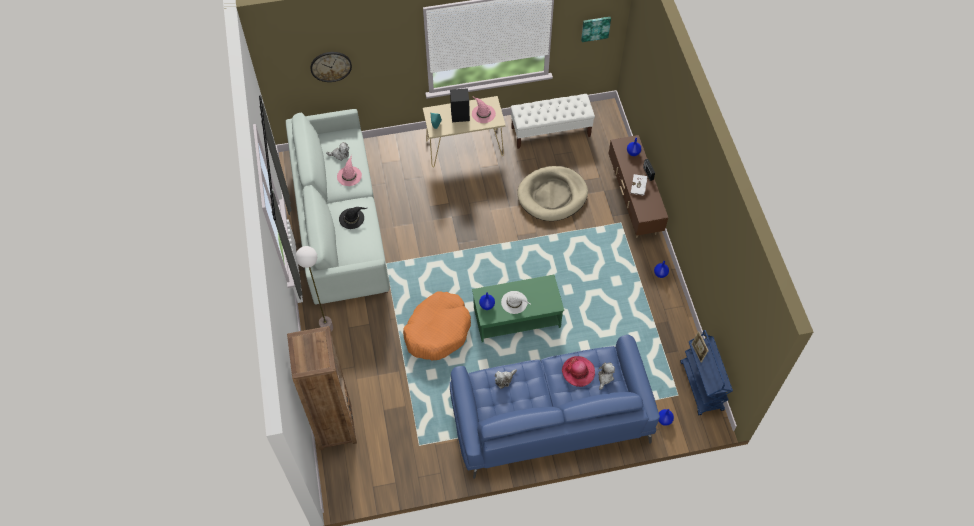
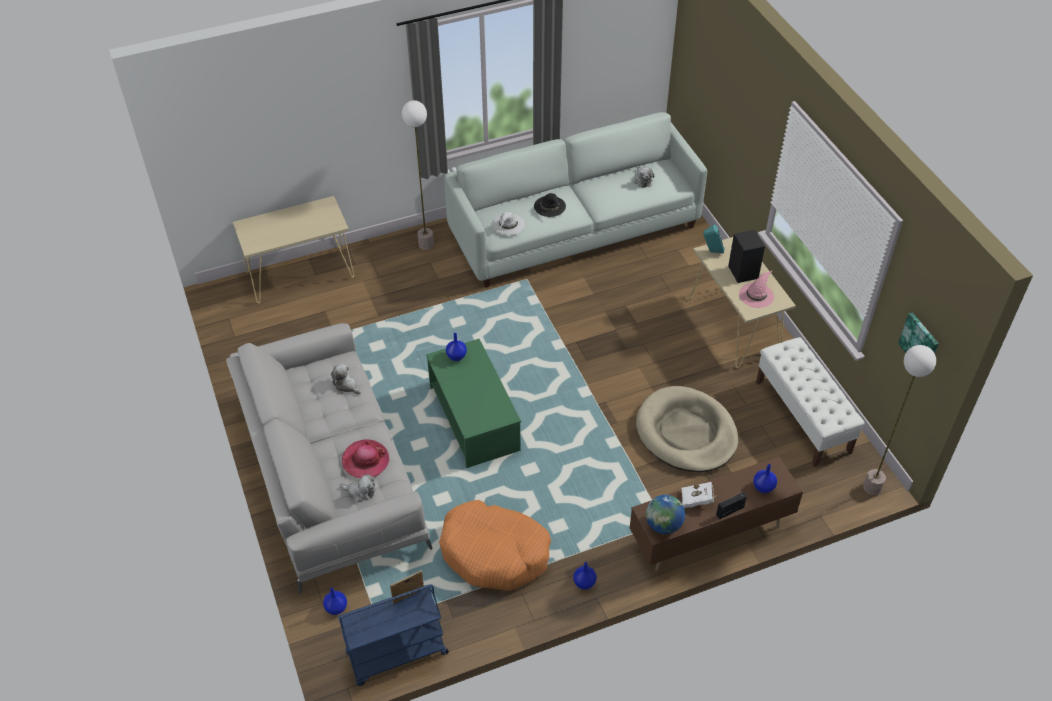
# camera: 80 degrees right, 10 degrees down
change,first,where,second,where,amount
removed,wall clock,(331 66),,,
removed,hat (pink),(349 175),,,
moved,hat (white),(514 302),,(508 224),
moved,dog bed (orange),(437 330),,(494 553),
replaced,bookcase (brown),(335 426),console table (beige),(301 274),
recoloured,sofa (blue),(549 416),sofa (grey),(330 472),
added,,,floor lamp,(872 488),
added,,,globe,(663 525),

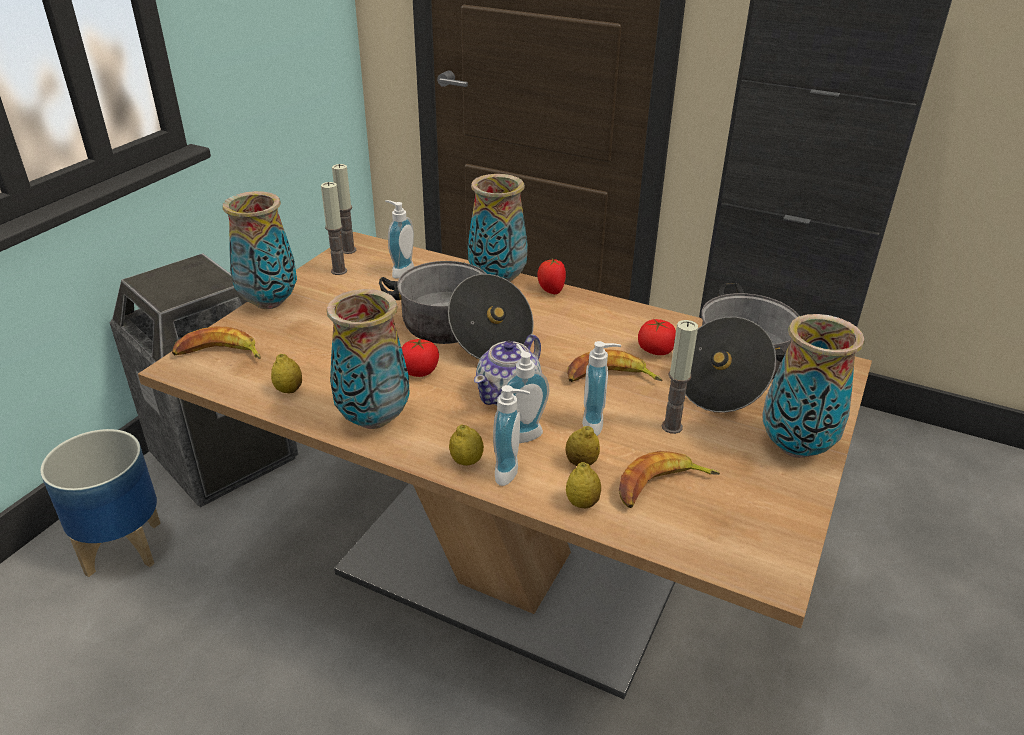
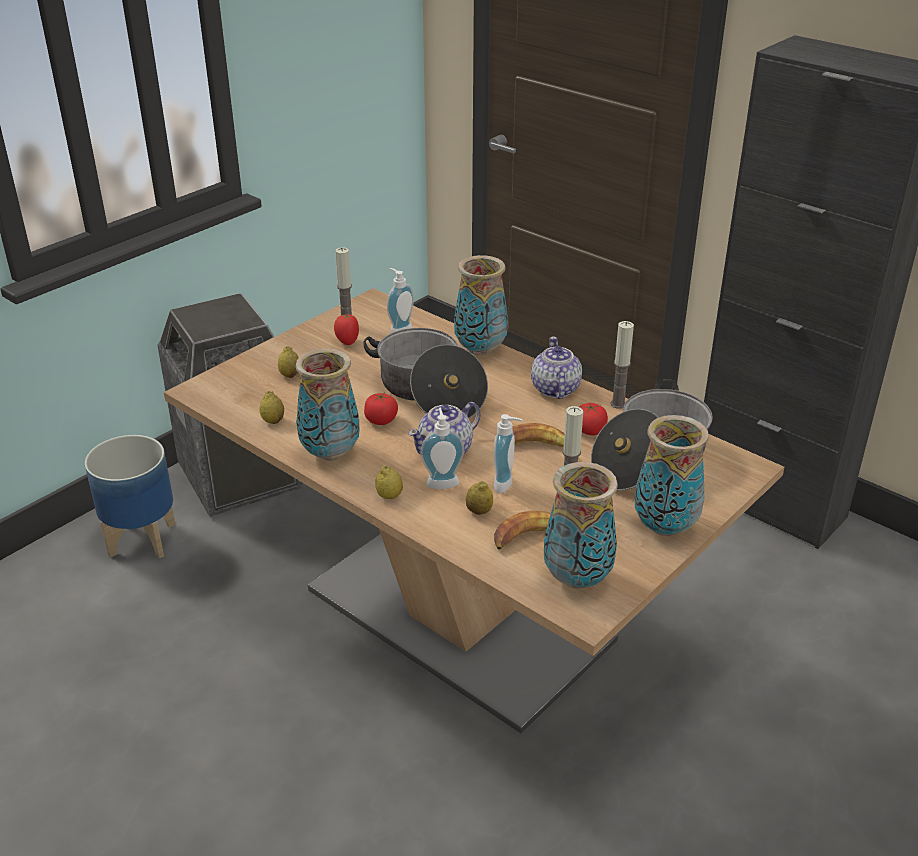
# camera: 15 degrees right, 0 degrees up
change,first,where,second,where,amount
moved,candle,(348 250),,(618 404),
moved,vase,(269 303),,(577 579),
moved,tomato,(550 291),,(347 342),
removed,banana,(219 354),,,
removed,soap dispenser,(511 473),,,
moved,lemon,(582 503),,(290 375),
added,,,teapot,(555 389),

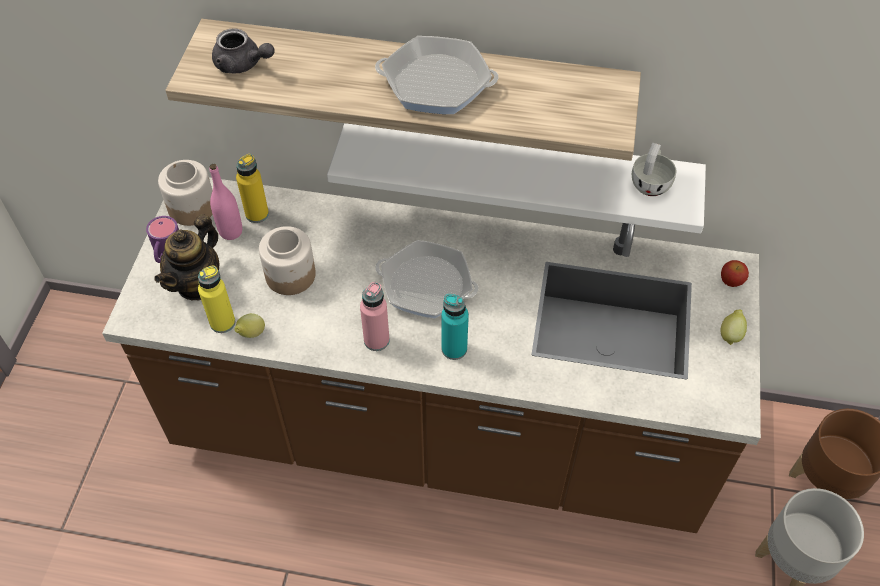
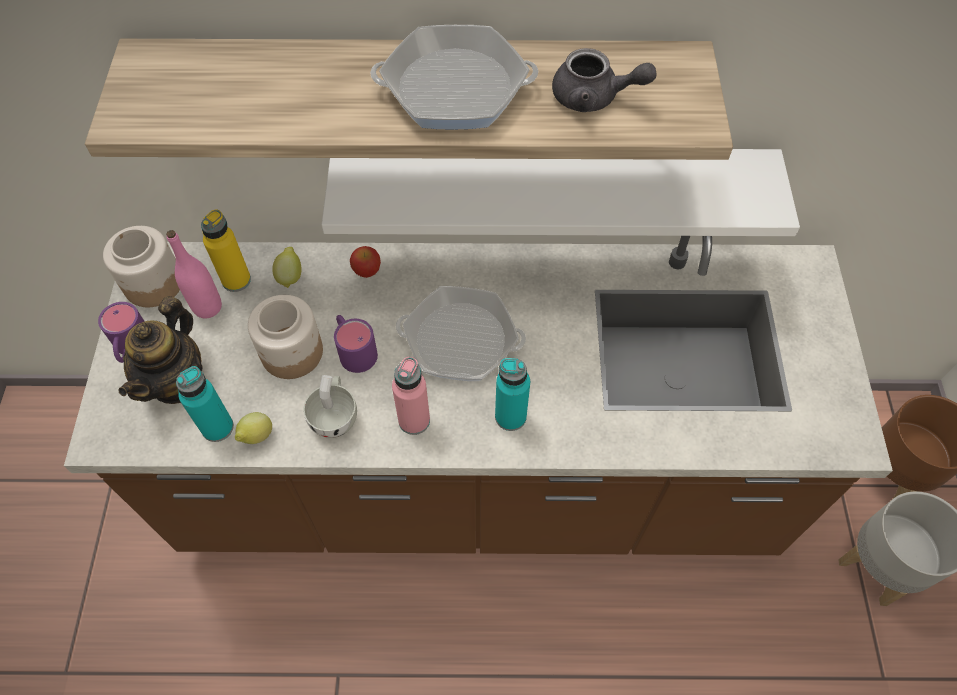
# camera: 10 degrees left, 5 degrees up
change,first,where,second,where,amount
moved,teapot (grey),(242 64),,(594 98),
moved,cup (white),(650 182),,(335 415),
moved,apple,(731 281),,(367 271),
recoloured,bottle (yellow),(222 322),bottle (turquoise),(217 427),
moved,lemon,(730 334),,(290 276),
added,,,mug (purple),(354 349),

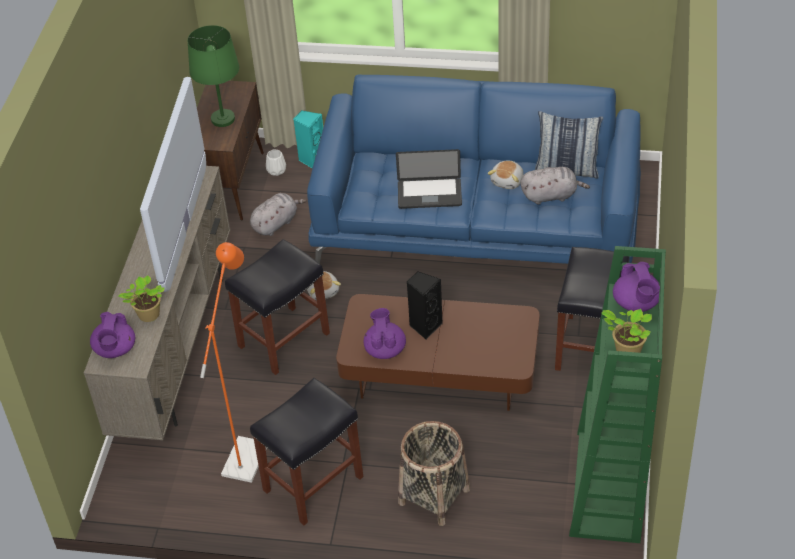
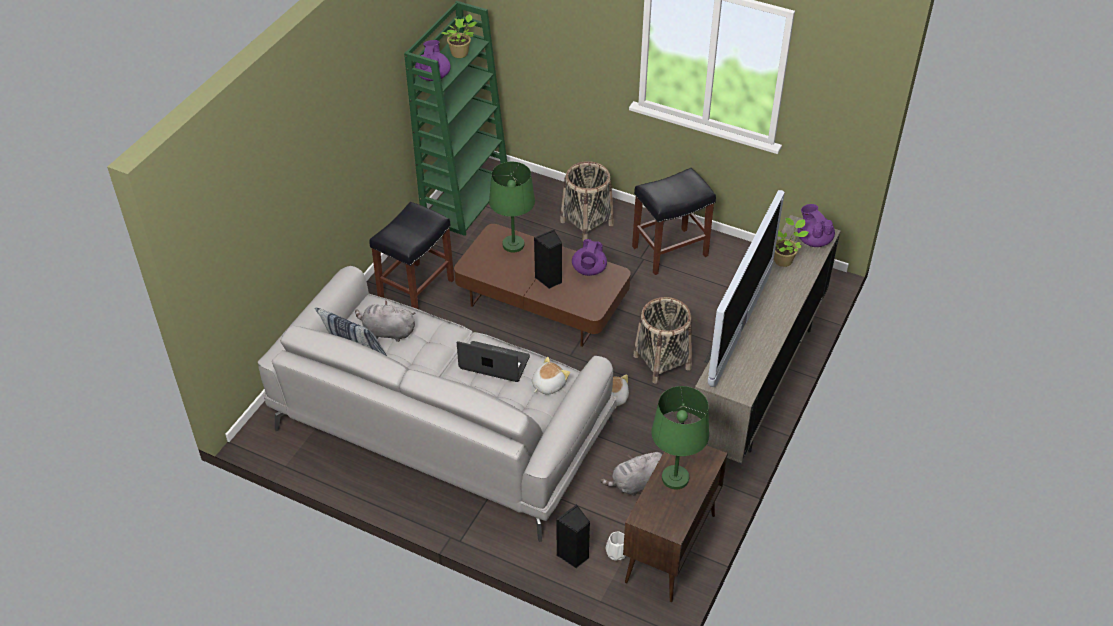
# camera: 165 degrees left, 0 degrees up
change,first,where,second,where,amount
recoloured,sofa (blue),(478 222),sofa (grey),(441 425),
recoloured,speaker (turquoise),(312 159),speaker (black),(573 555),
moved,plush toy,(508 181),,(548 385),
replaced,stool (black),(283 341),basket,(662 362),
removed,floor lamp (orange),(248 452),,,
turned,teapot (purple),(115 350),,(813 240),45 degrees counterclockwise
added,,,table lamp (green),(513 245),

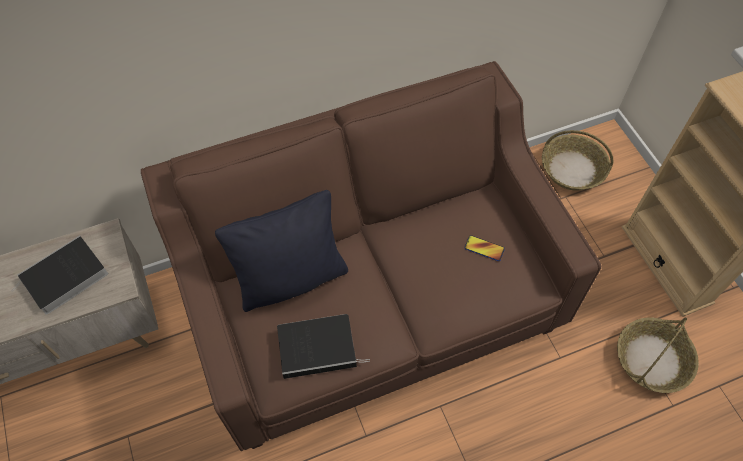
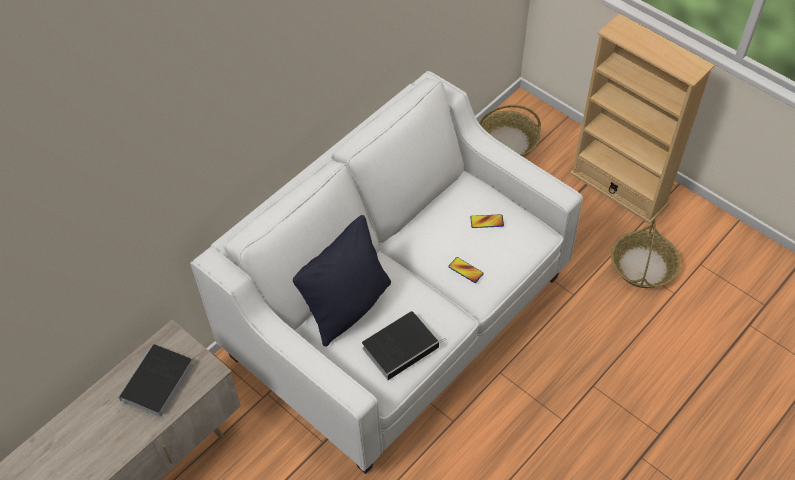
# camera: 25 degrees left, 5 degrees down
change,first,where,second,where,amount
recoloured,sofa (brown),(370 301),sofa (white),(398 316),
added,,,phone,(465 270),

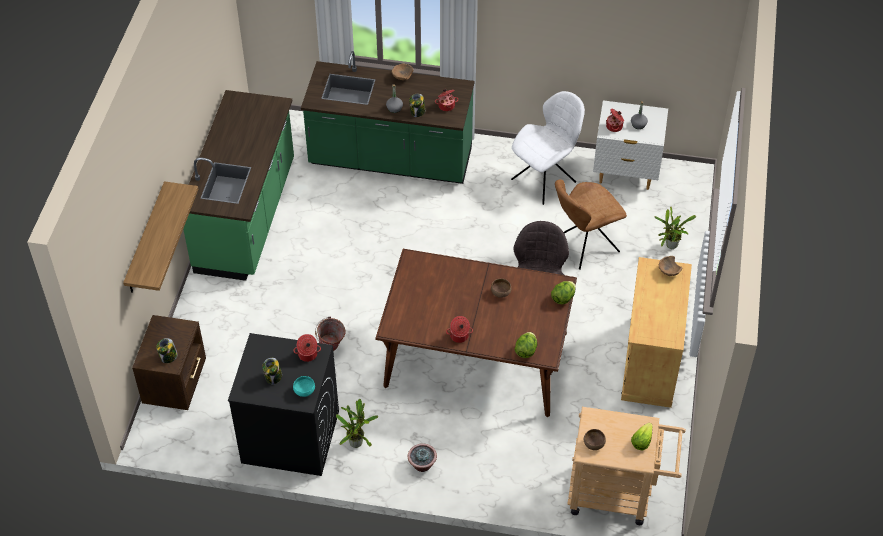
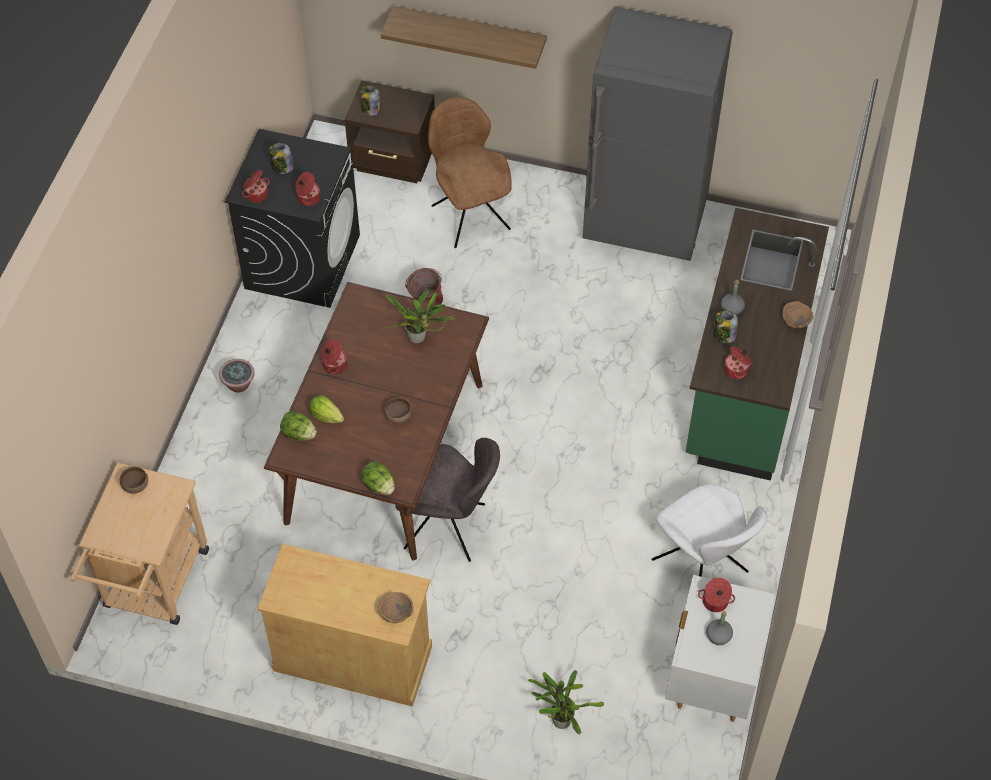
# camera: 95 degrees right, 5 degrees up
change,first,where,second,where,amount
replaced,counter (green),(247 217),fridge (grey),(645 224),
moved,chair (brown),(584 246),,(469 215),
replaced,bowl (turquoise),(304 391),cooking pot,(256 194),
moved,potted plant,(357 441),,(419 339),
moved,lettuce,(641 441),,(326 416),

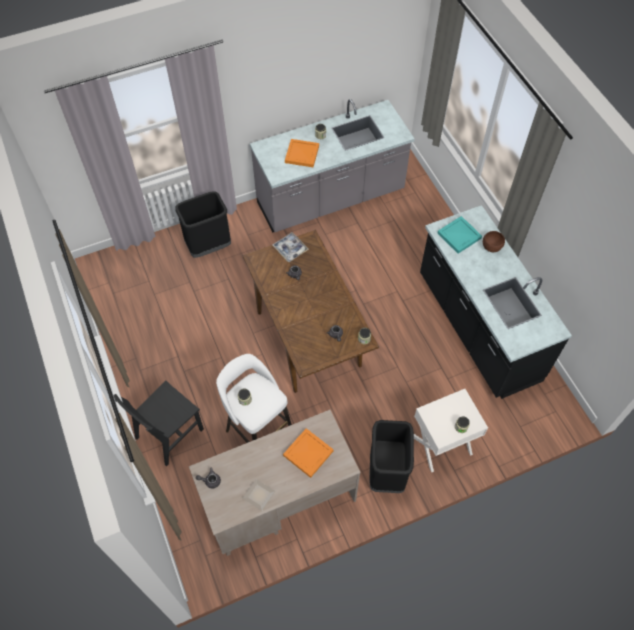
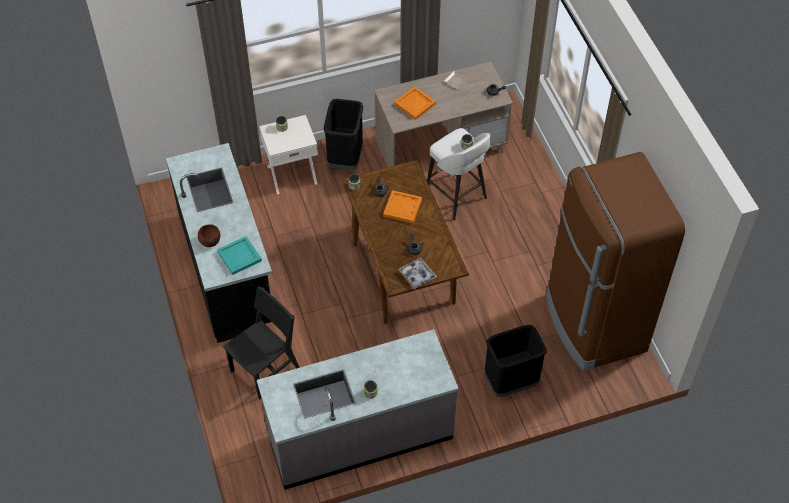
# camera: 175 degrees left, 5 degrees down
change,first,where,second,where,amount
moved,tray (orange),(301 154),,(403 208),
moved,chair (black),(169 433),,(265 369),
added,,,fridge (brown),(594 324),

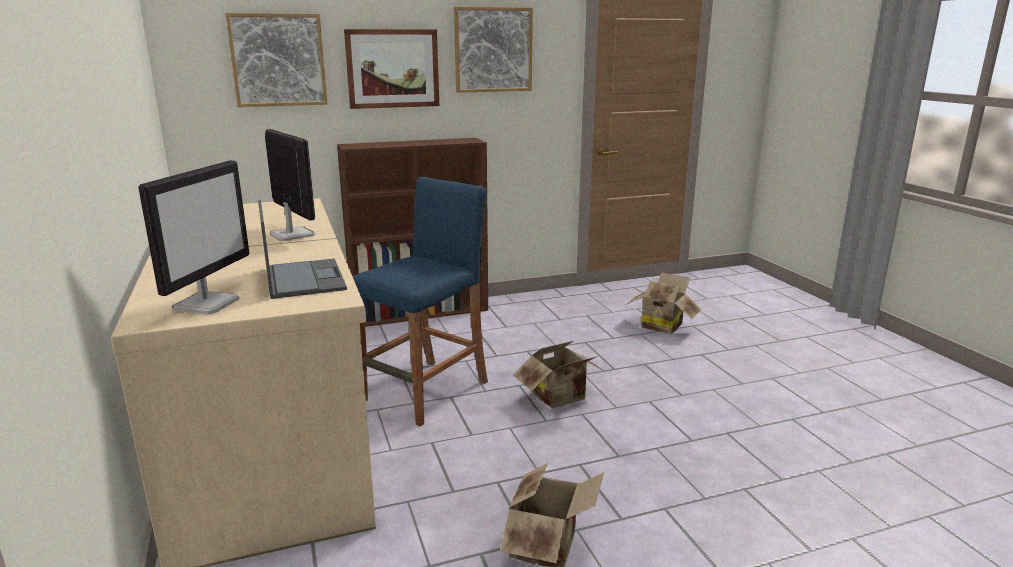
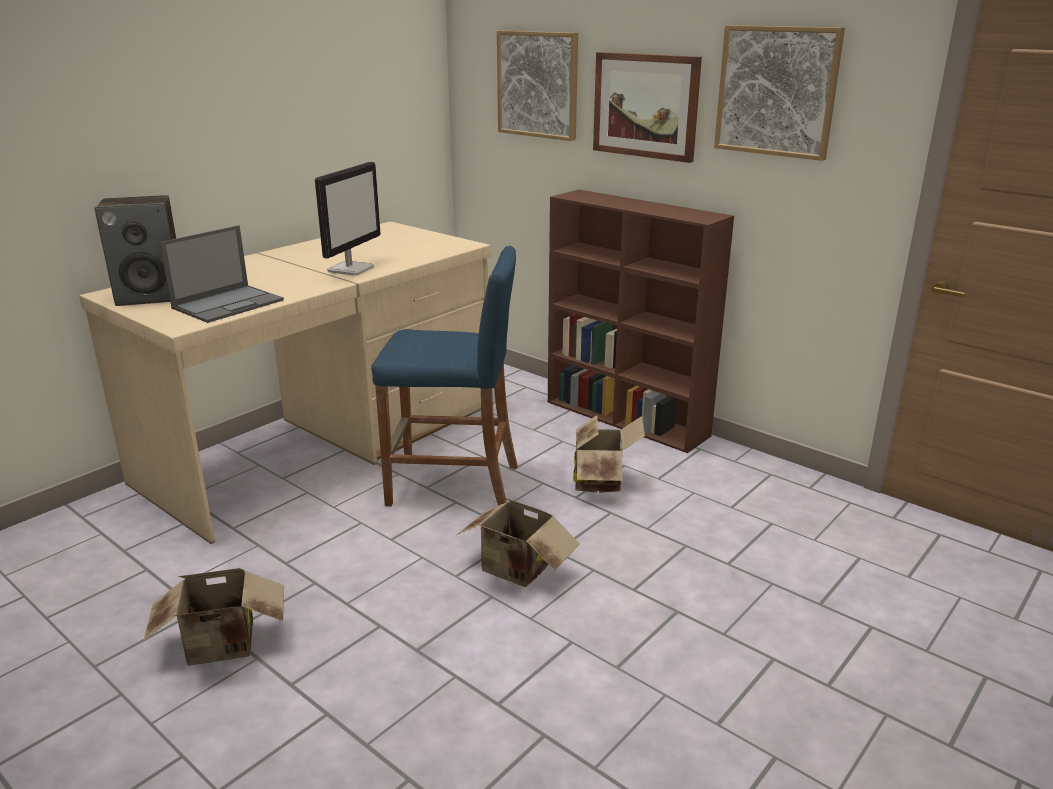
# camera: 60 degrees right, 5 degrees up
change,first,where,second,where,amount
replaced,monitor,(207 303),speaker,(152 296),
moved,cardboard box,(661 325),,(602 480),

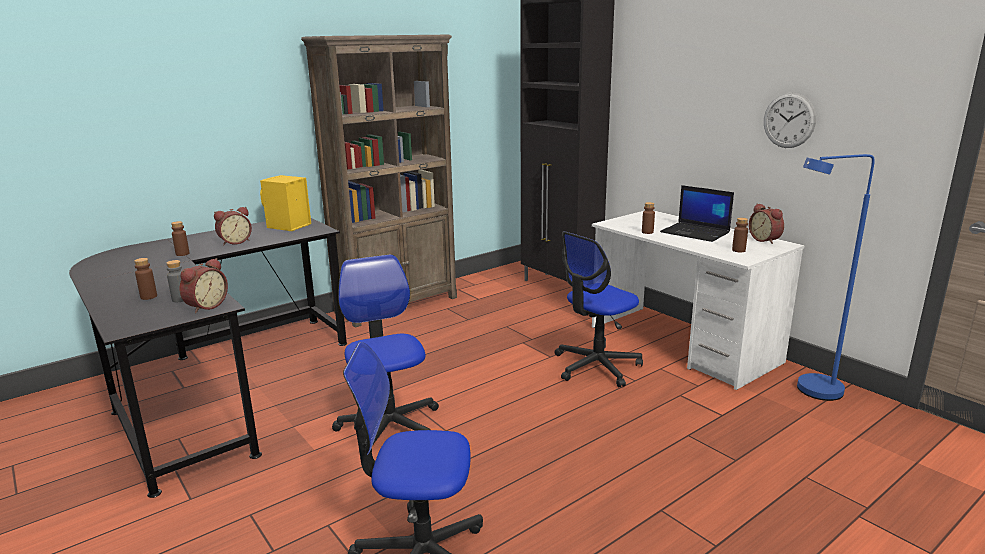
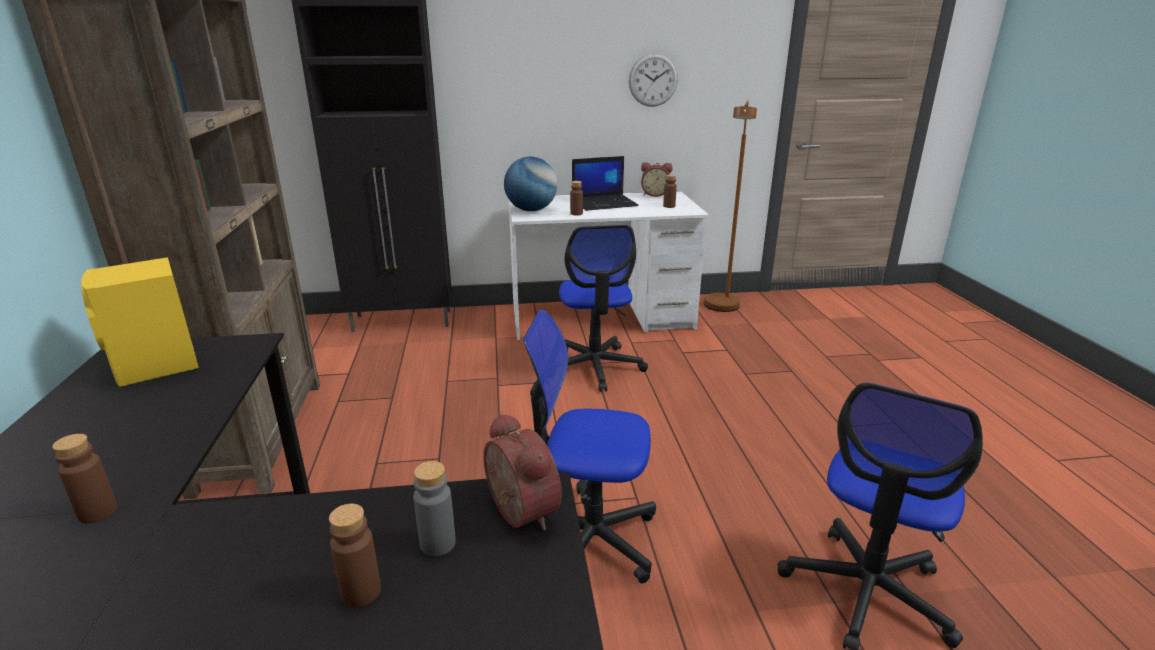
# camera: 60 degrees left, 5 degrees up
change,first,where,second,where,amount
recoloured,floor lamp (blue),(810 392),floor lamp (brown),(722 309),
removed,alarm clock,(235 242),,,
added,,,globe,(531 210),

